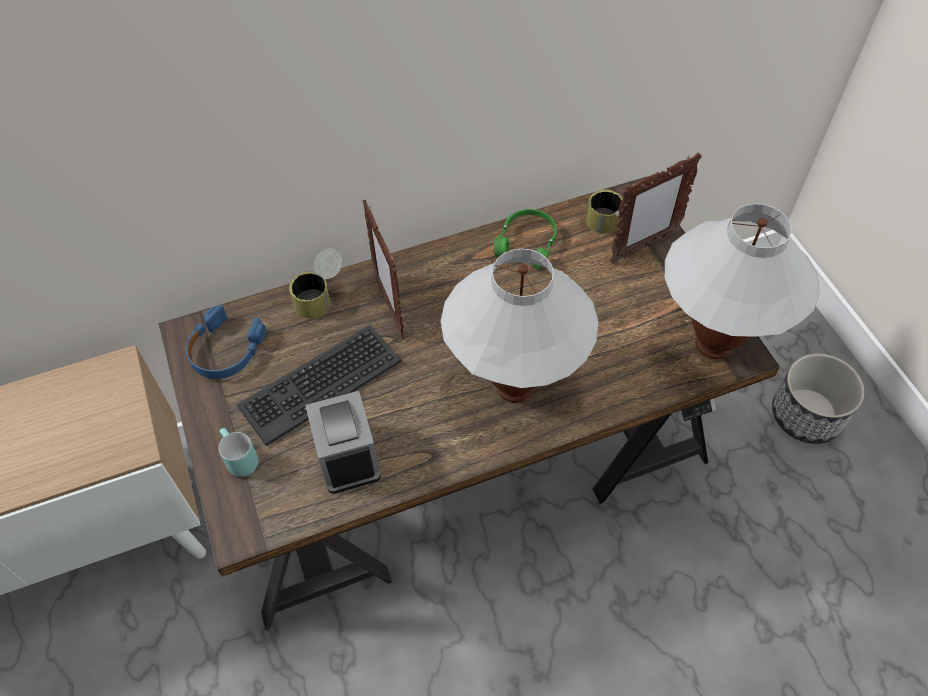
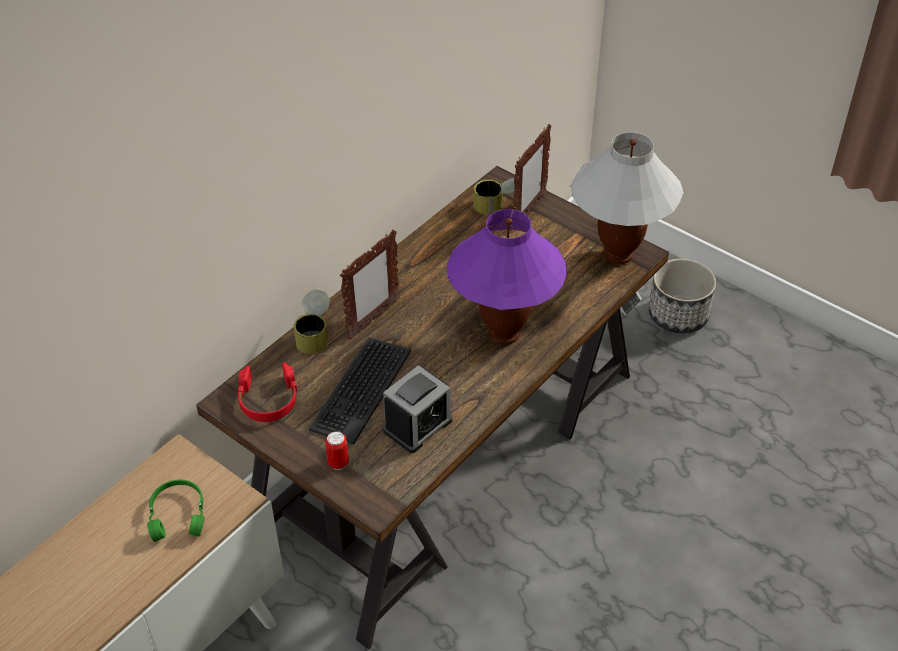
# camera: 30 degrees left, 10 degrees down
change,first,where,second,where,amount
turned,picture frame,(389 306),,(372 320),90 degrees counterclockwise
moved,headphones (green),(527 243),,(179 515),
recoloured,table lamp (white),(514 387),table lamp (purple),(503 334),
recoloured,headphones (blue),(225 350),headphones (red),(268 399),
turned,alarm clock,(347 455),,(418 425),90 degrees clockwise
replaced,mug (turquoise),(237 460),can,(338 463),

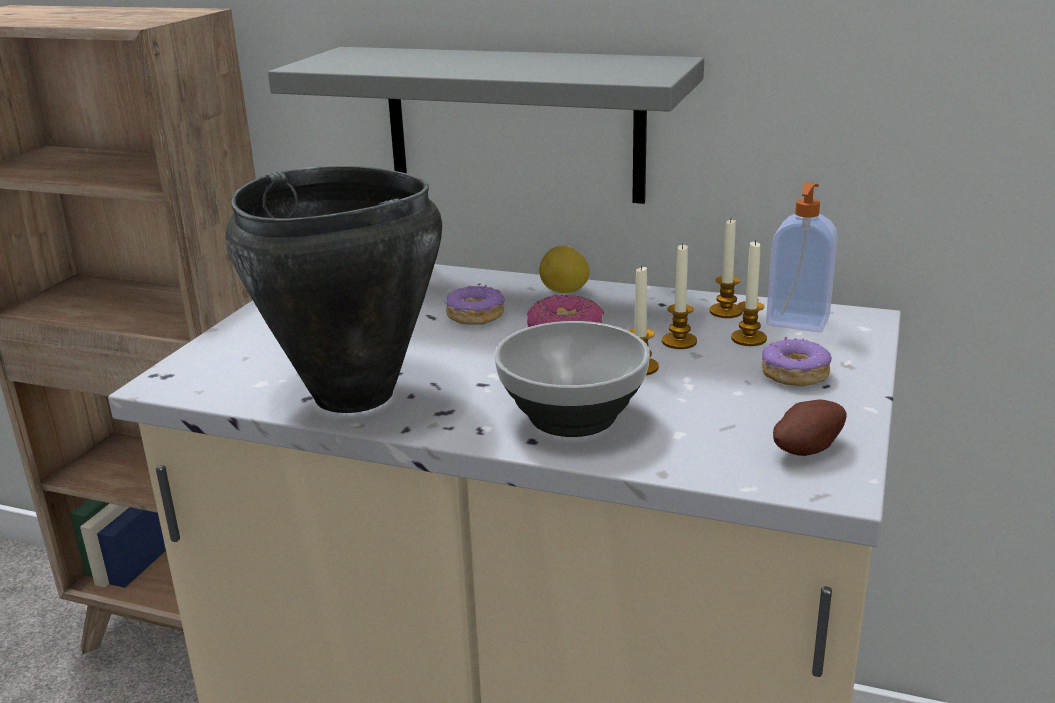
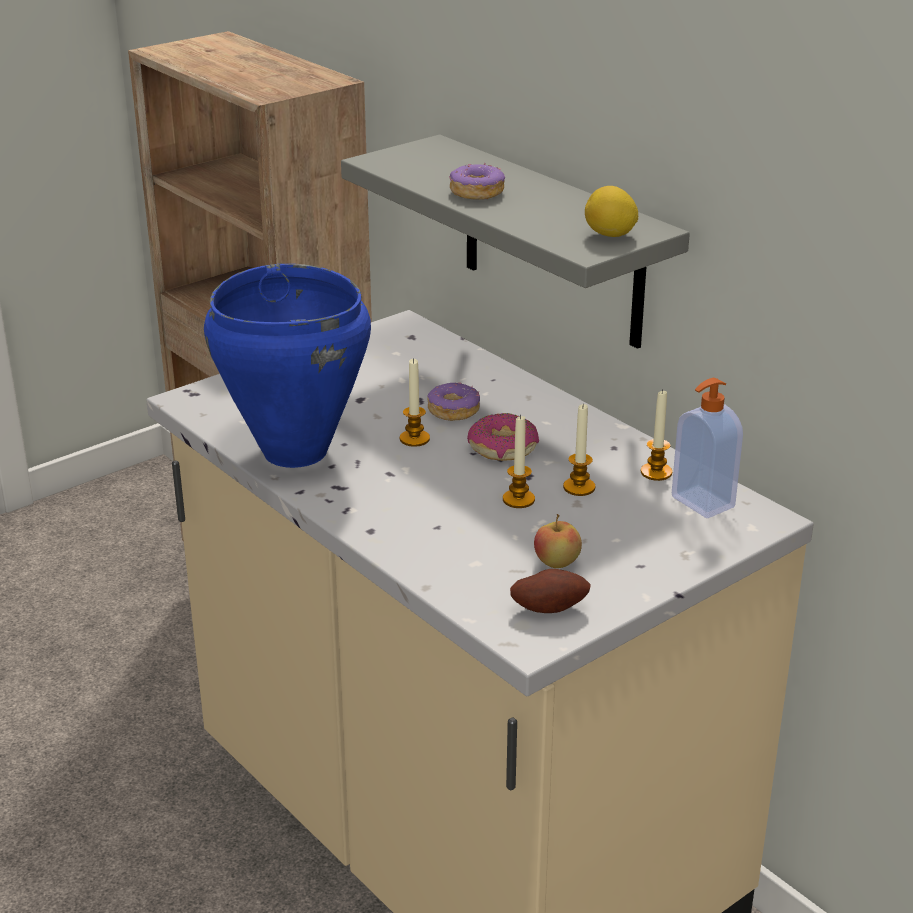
# camera: 30 degrees right, 5 degrees up
change,first,where,second,where,amount
recoloured,cooking pot (black),(353 395),cooking pot (blue),(294 452),
moved,candle,(748 339),,(414 439),
moved,lemon,(565 292),,(610 235),
removed,bowl,(575 418),,,
moved,donut,(794 374),,(476 192),
added,,,apple,(556 563),

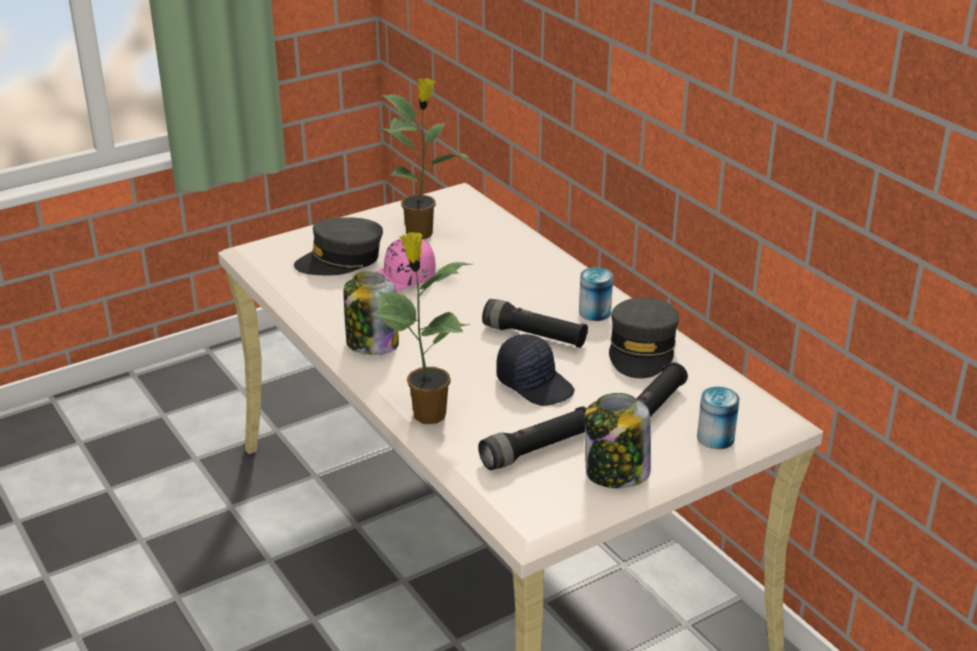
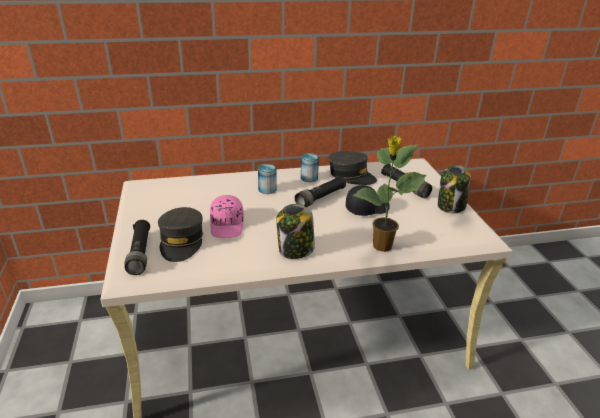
# camera: 70 degrees left, 0 degrees up
change,first,where,second,where,amount
removed,potted plant,(421 233),,,
moved,can,(715 438),,(267 189),
moved,flashlight (black),(536 450),,(140 253),

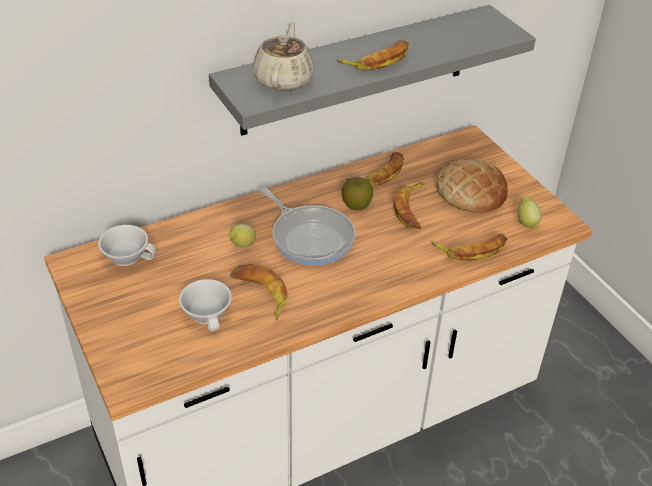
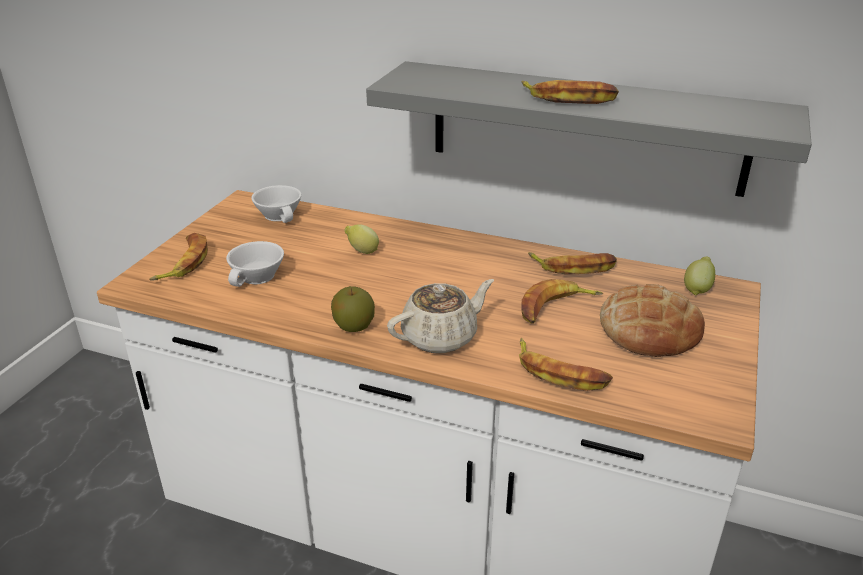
# camera: 50 degrees right, 10 degrees down
change,first,where,second,where,amount
moved,teapot (beige),(284 79),,(441 337),
moved,apple,(356 205),,(354 326),
removed,frying pan,(310 237),,,
moved,lemon,(526 222),,(697 289),
moved,banana,(260 294),,(183 262),

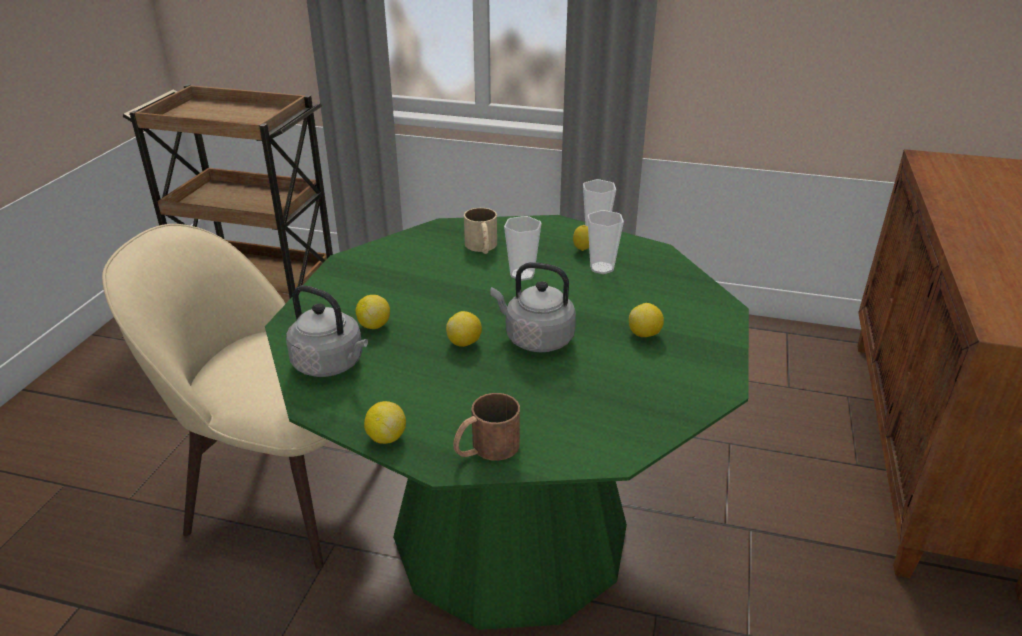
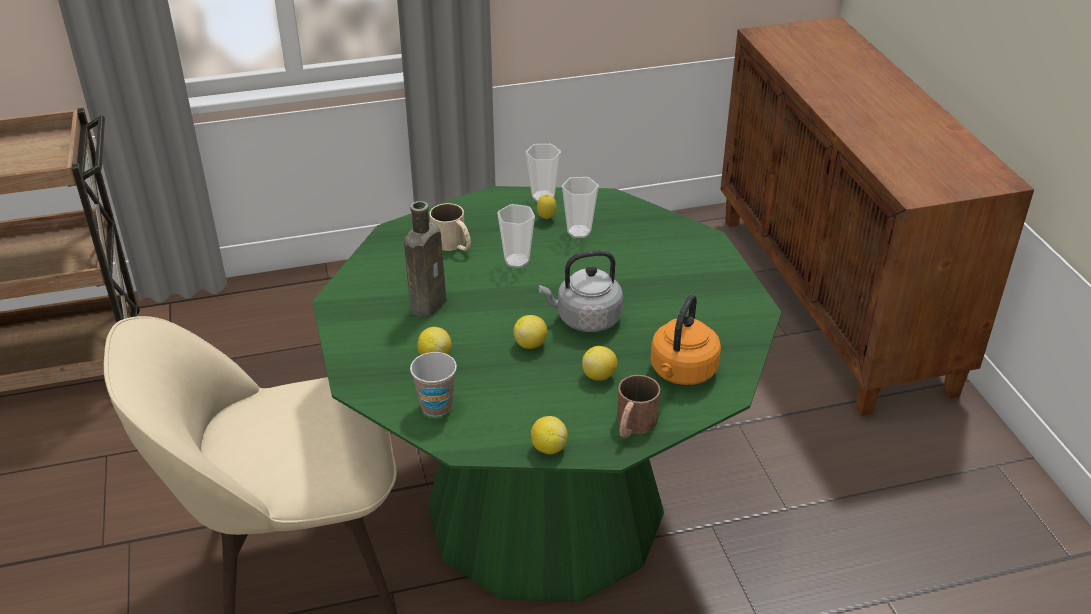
# camera: 30 degrees left, 5 degrees up
change,first,where,second,where,amount
replaced,kettle (grey),(331 364),cup,(436 406),
moved,lemon,(645 334),,(599 376),
added,,,bottle (brown),(430 303),
added,,,kettle (orange),(682 372),

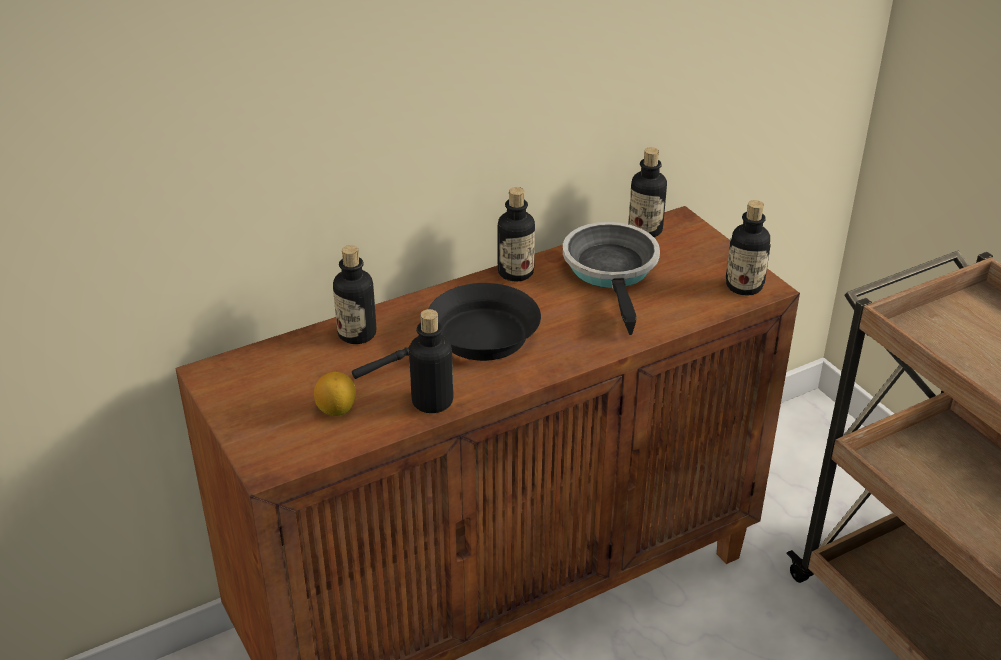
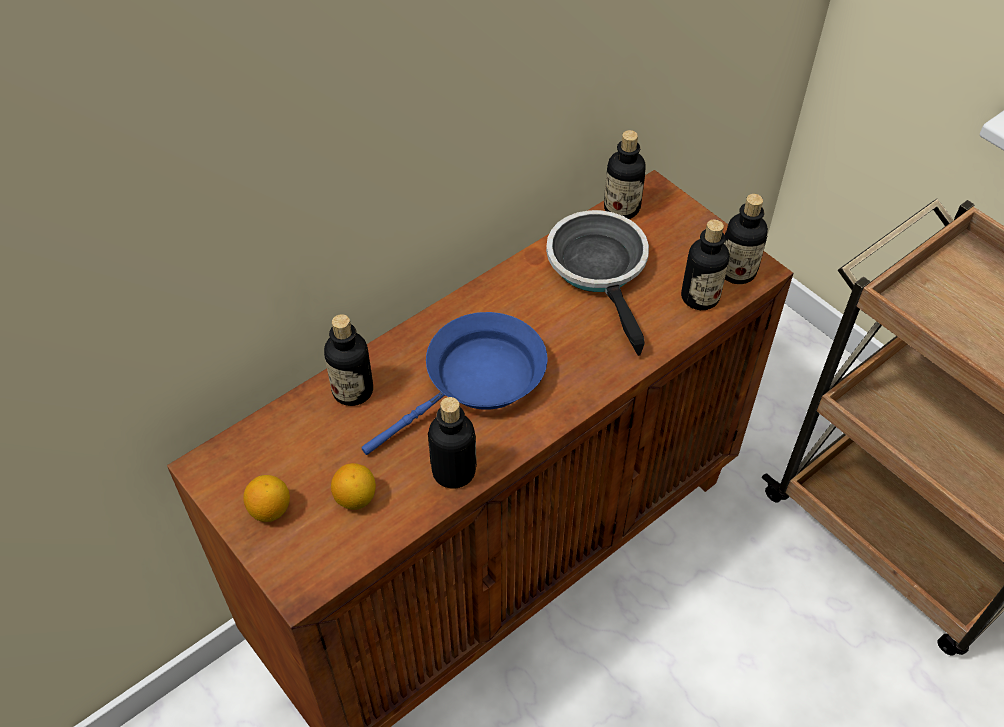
# camera: 10 degrees left, 15 degrees up
change,first,where,second,where,amount
moved,bottle,(515 272),,(700 297),
recoloured,frying pan (black),(474 339),frying pan (blue),(477 381),
added,,,lemon,(270 510),

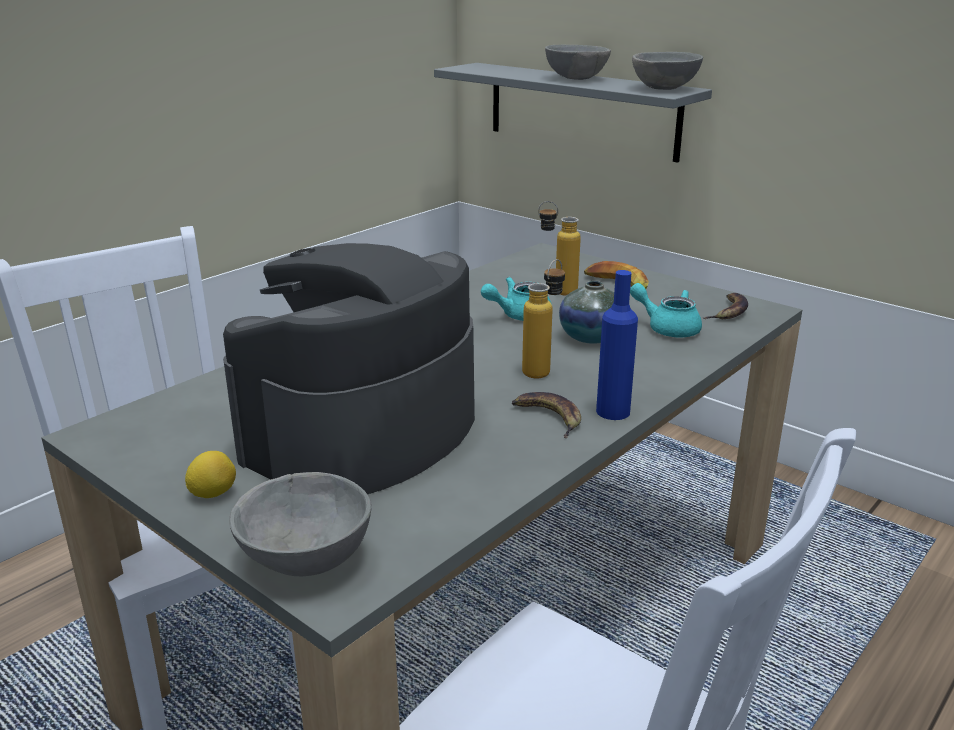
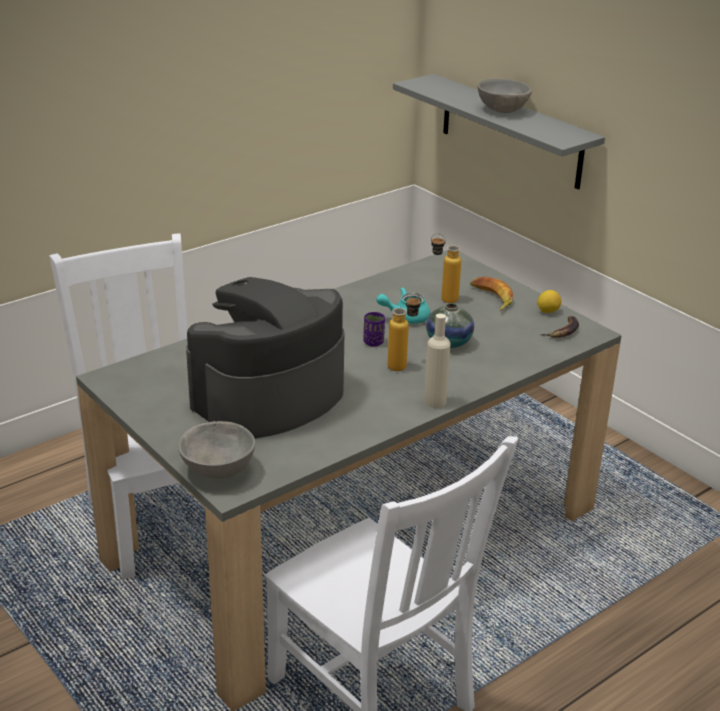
# camera: 10 degrees right, 5 degrees up
change,first,where,second,where,amount
removed,bowl (grey),(665 89),,,
recoloured,bottle (blue),(613 411),bottle (beige),(435 401),
removed,teapot (turquoise),(667 328),,,
removed,banana,(548 417),,,
moved,lemon,(213 493),,(547 311),
added,,,cup (purple),(373 342),

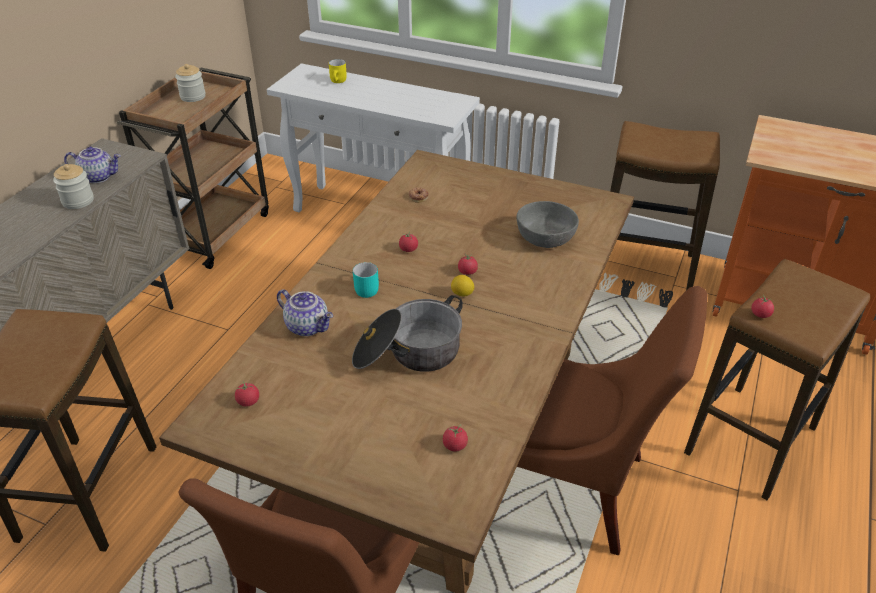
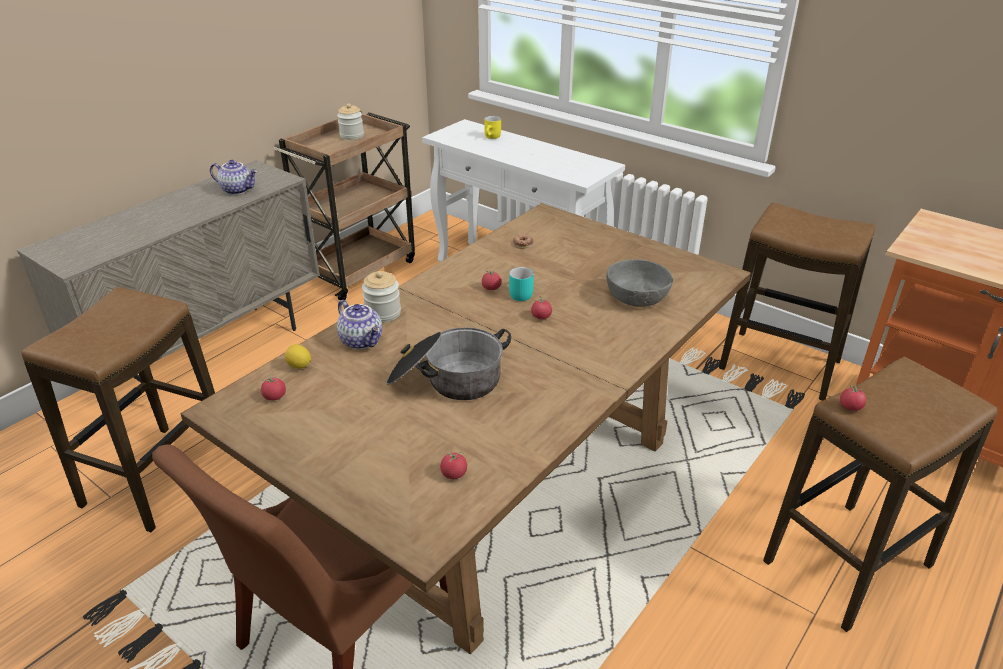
# camera: 15 degrees right, 5 degrees down
change,first,where,second,where,amount
moved,jar,(78 201),,(383 313),
moved,mug (turquoise),(364 288),,(519 293),
moved,lemon,(462 294),,(299 366),
removed,chair (brown),(570 487),,,

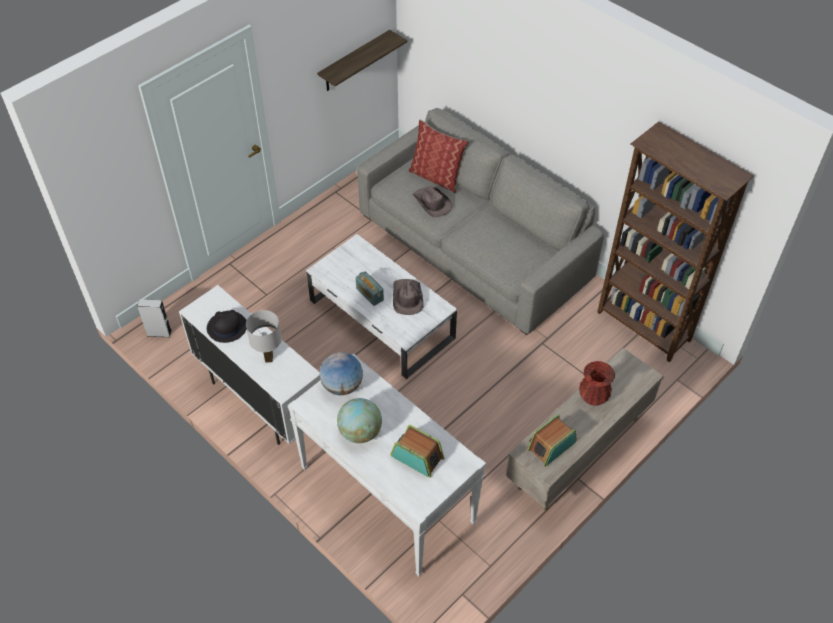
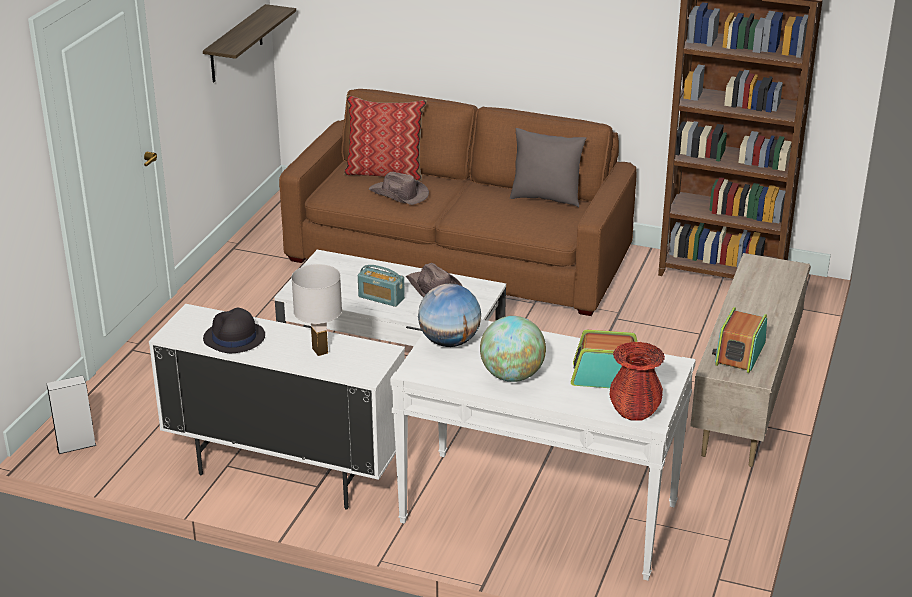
# camera: 25 degrees left, 20 degrees down
change,first,where,second,where,amount
recoloured,sofa (grey),(474 247),sofa (brown),(459 255),
moved,vase (red),(593 397),,(634 411),
added,,,pillow (grey),(546 198),

